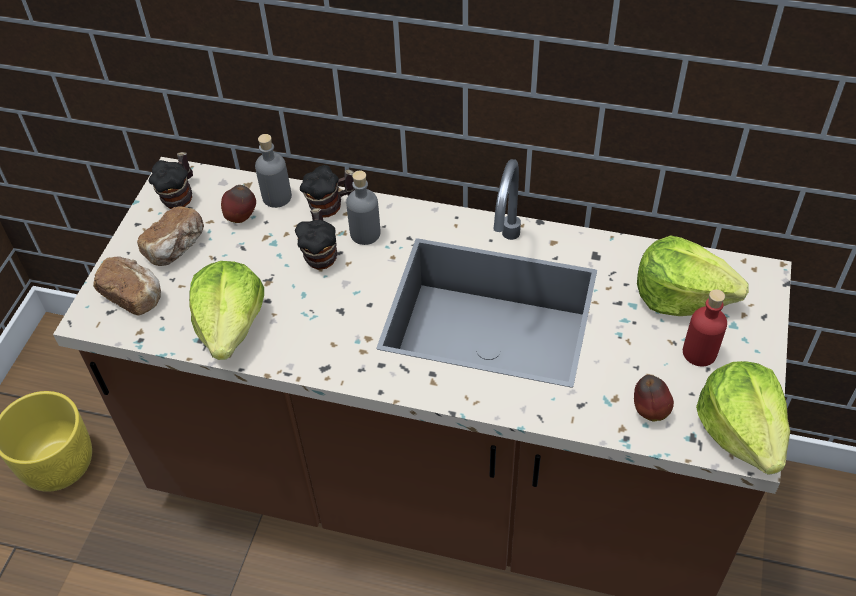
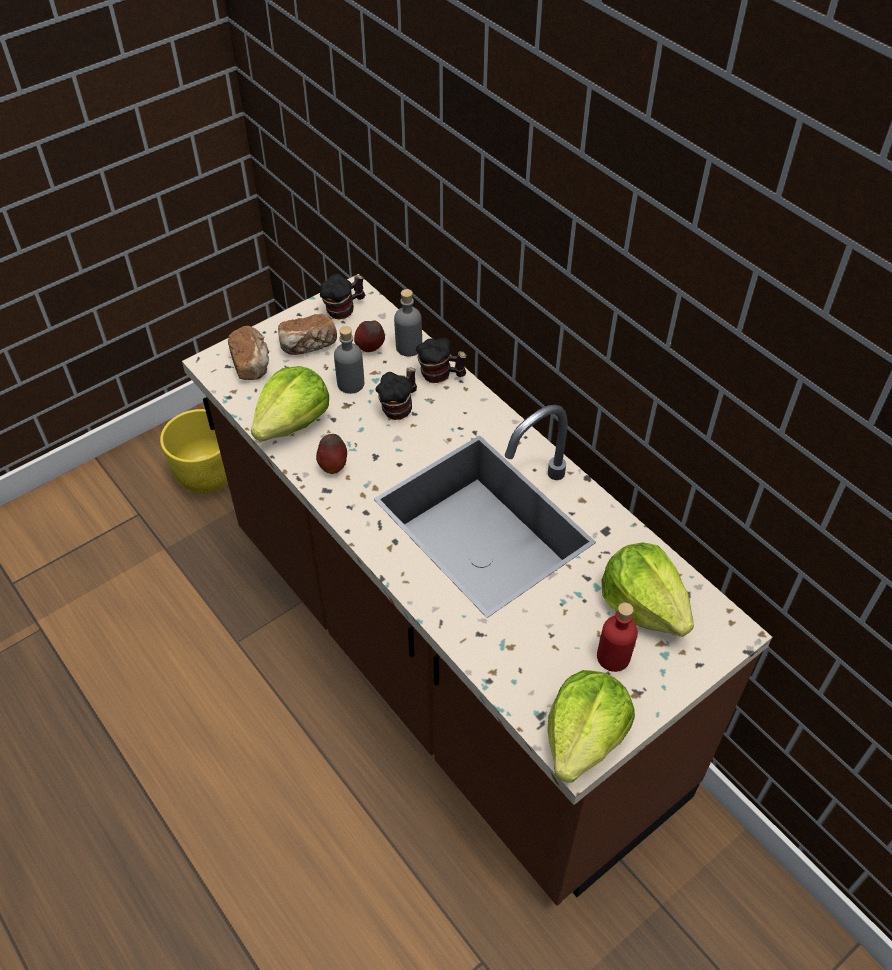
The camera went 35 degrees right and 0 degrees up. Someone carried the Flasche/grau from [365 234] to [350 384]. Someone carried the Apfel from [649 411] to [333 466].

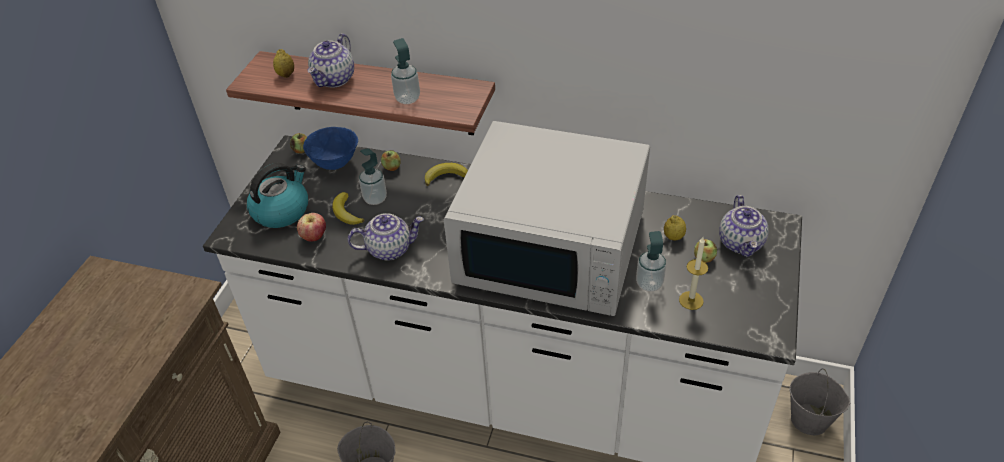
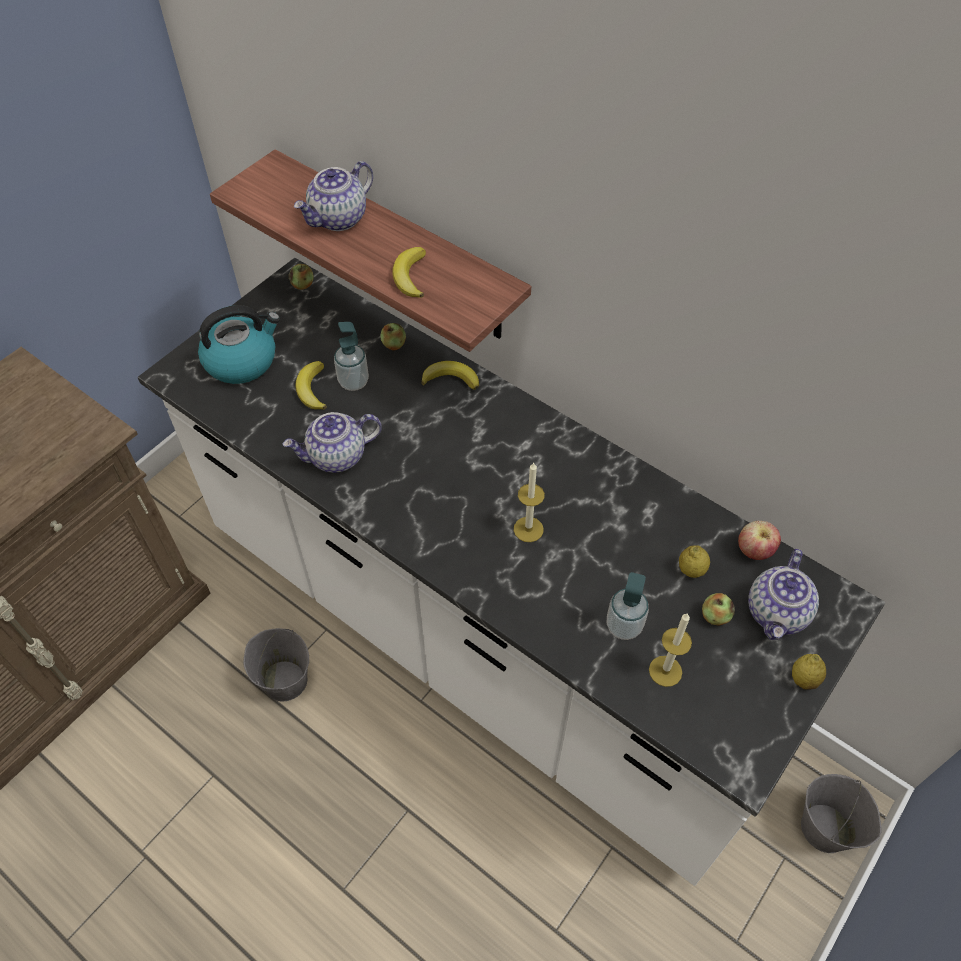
The camera went 20 degrees right and 10 degrees up. Someone carried the Zitrone from [286 75] to [803 679]. Someone carried the Apfel from [314 237] to [754 551]. Someone took away the Schüssel/blau at [335 164]. Someone rotated the Teekanne at [389 249] by 150 degrees clockwise. Someone swapped the Seifenspender at [407 98] for the Banane at [410 276]. Someone swapped the Mikrowelle/weiß at [552 249] for the Kerze at [528 529].

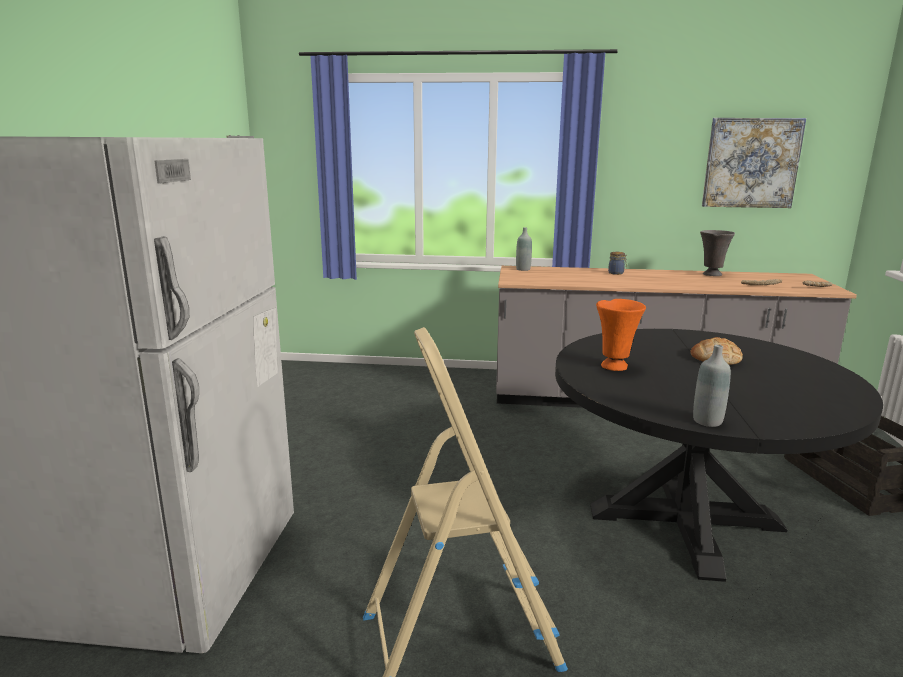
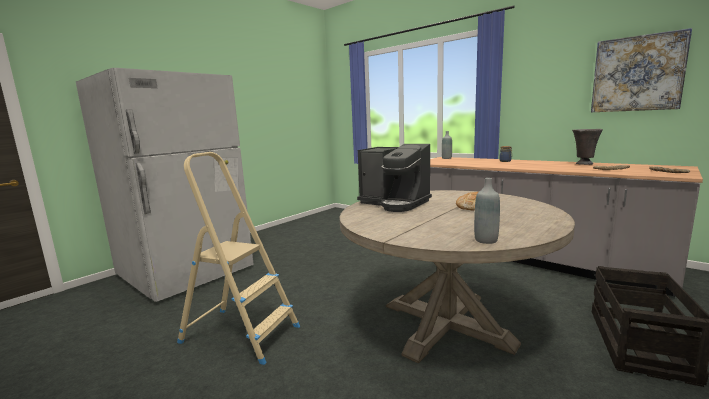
The camera went 35 degrees right and 5 degrees down. Someone repainted the Esstisch/schwarz at [685 518], which became the Esstisch/beige at [446 323]. Someone swapped the Vase/orange at [615 366] for the Kaffeemaschine at [395 203]. Someone carried the Flasche/grau from [707 421] to [486 240].

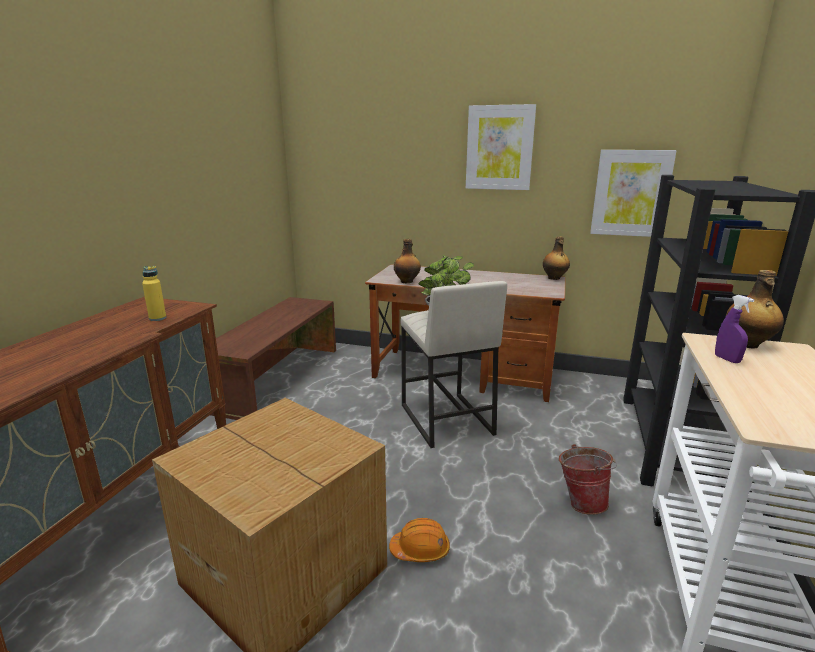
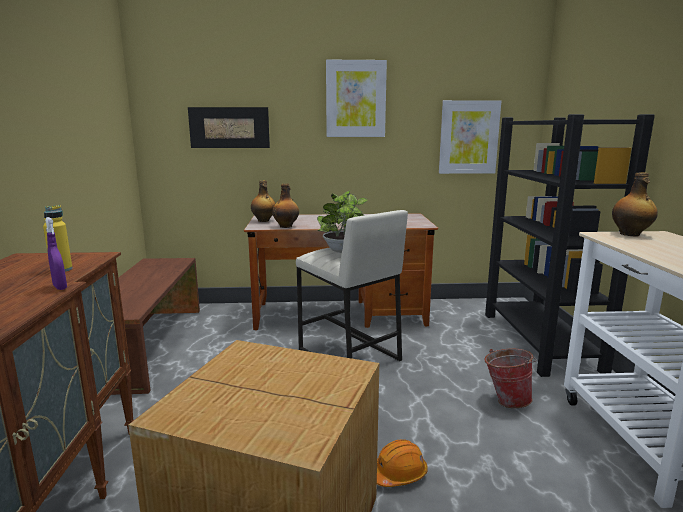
The camera went 20 degrees left and 5 degrees down. Someone carried the Flasche from [554 278] to [263 221]. Someone carried the Sprühflasche/lila from [727 359] to [60 287]. Someone put up the Bild at [229 127].

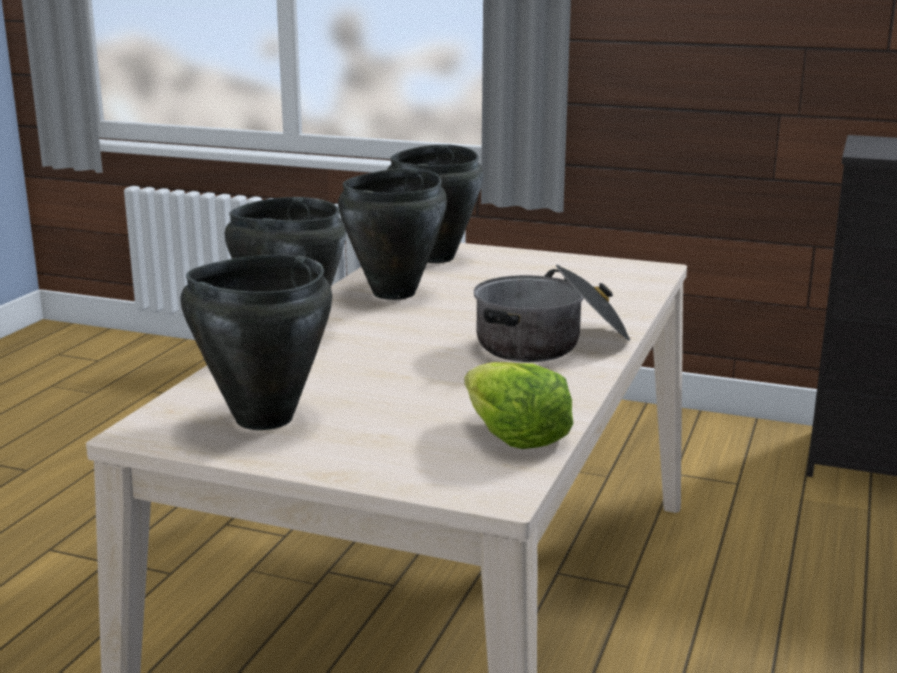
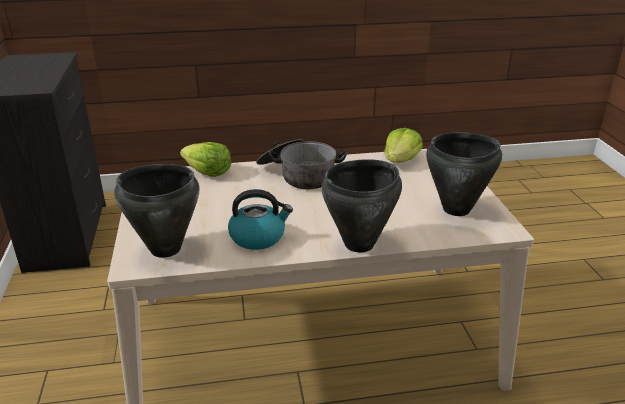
The camera went 120 degrees left and 10 degrees up. Someone swapped the Kochtopf/schwarz at [395 293] for the Wasserkessel at [258 237]. Someone put down the Salatkopf at [208 172].

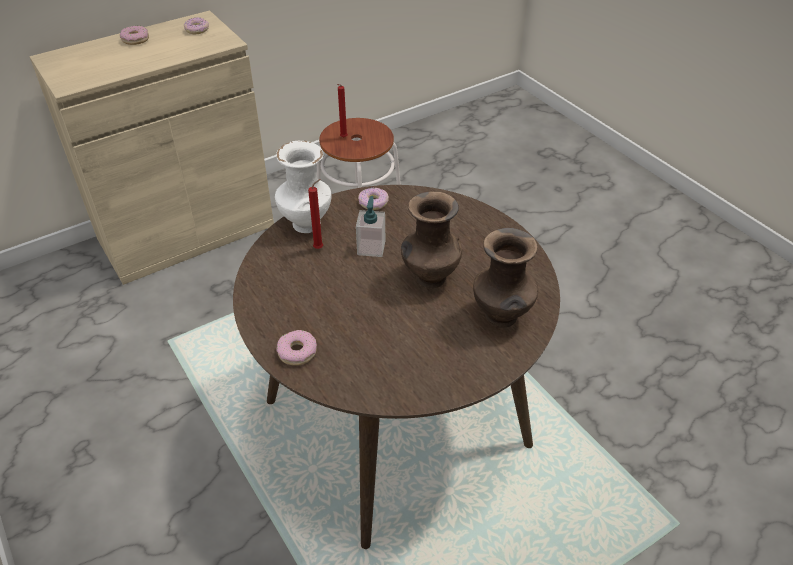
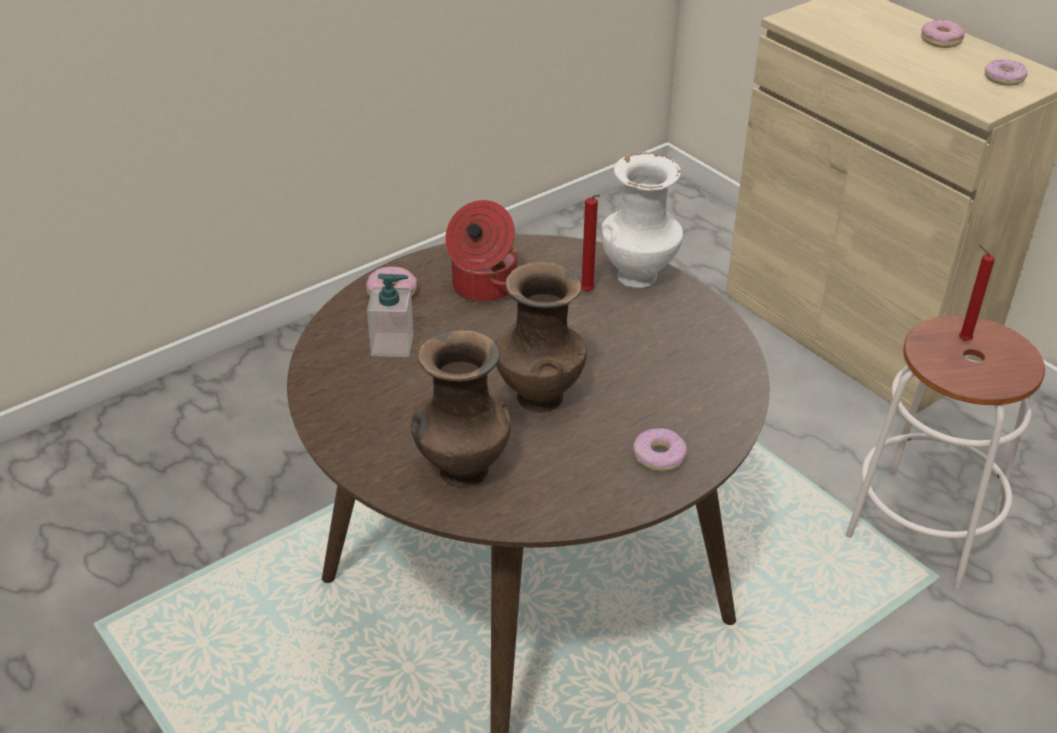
The camera went 85 degrees right and 5 degrees down. Someone carried the Seifenspender from [371 247] to [392 345]. Someone carried the Donut from [373 203] to [658 456]. Someone put down the Kochtopf at [482 286].

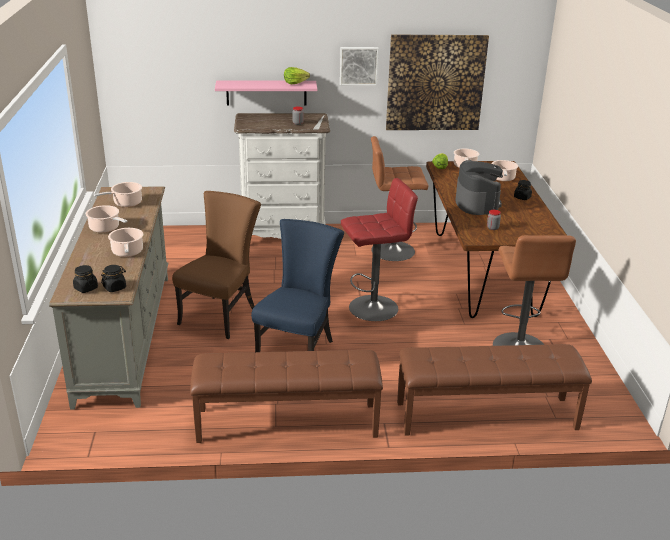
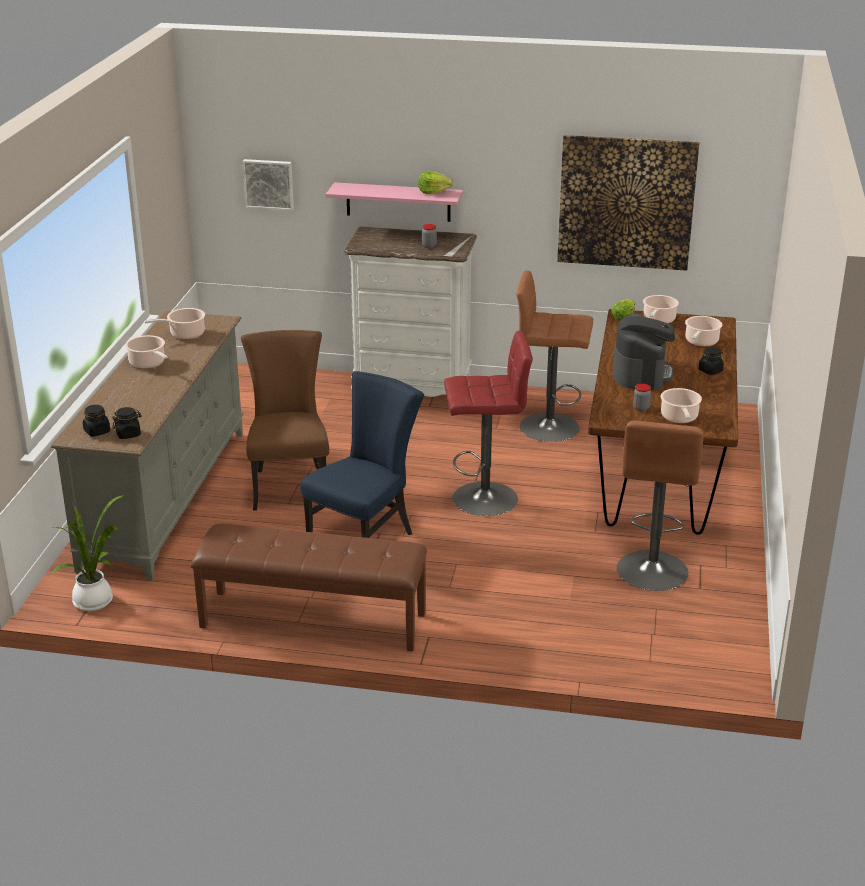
The camera went 15 degrees right and 0 degrees up. Someone carried the Kochtopf from [127 252] to [679 418]. Someone rotated the Stuhl/braun at [221 314] by 45 degrees counterclockwise. Someone carried the Bild from [358 65] to [269 184]. Someone took away the Bank/braun at [486 416]. Someone put down the Topfpflanze at [96 601].

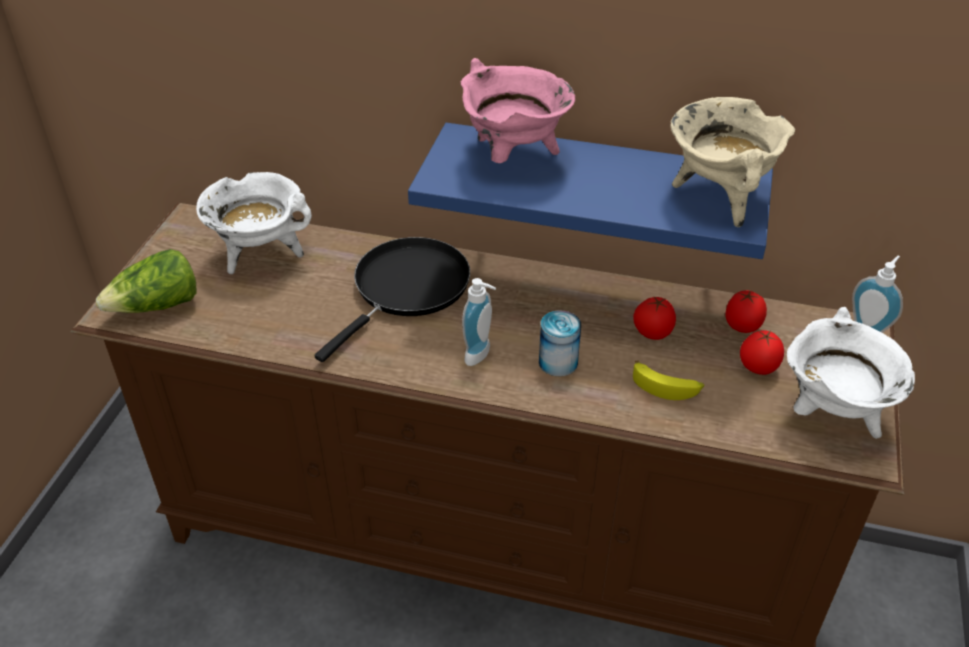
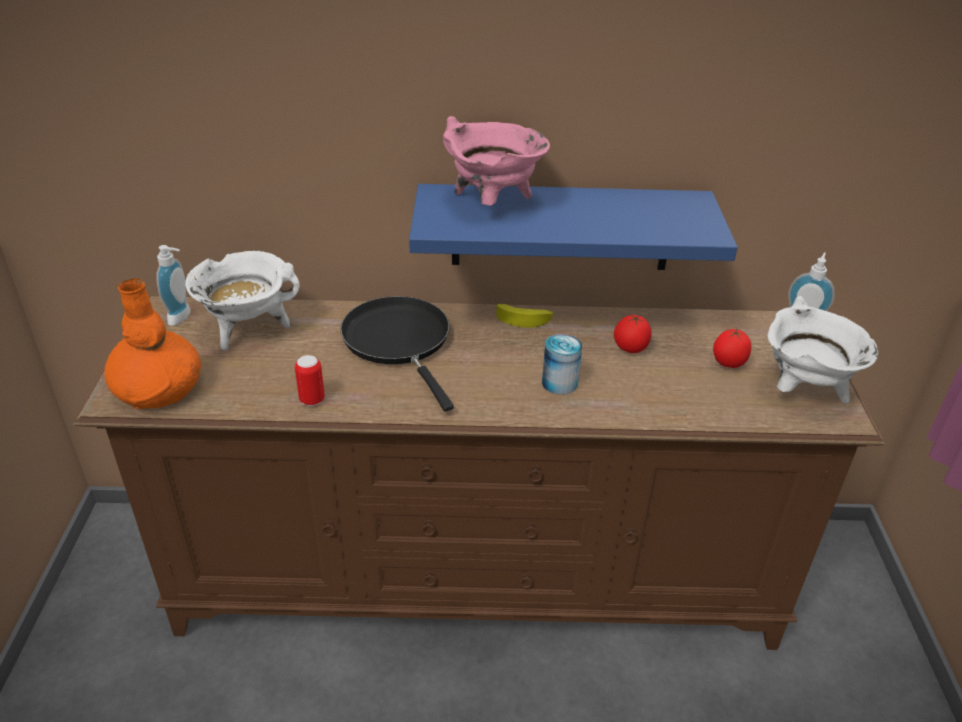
The camera went 15 degrees left and 5 degrees down. Someone swapped the Salatkopf at [157 306] for the Vase/orange at [159 388]. Someone rotated the Pfanne/schwarz at [407 289] by 45 degrees counterclockwise. Someone carried the Seifenspender from [481 355] to [183 317]. Someone carried the Banane from [666 386] to [524 319]. Someone took away the Kochtopf/beige at [719 197]. Someone took away the Tomate at [742 327]. Someone put down the Dose at [312 400].

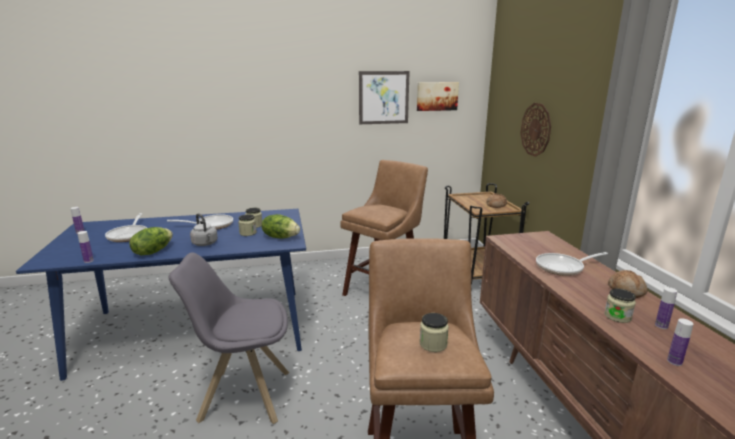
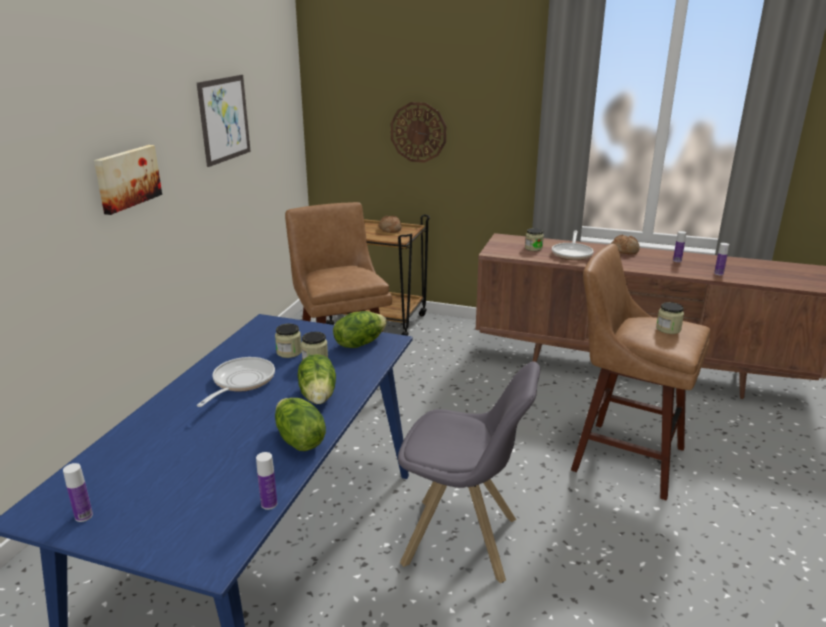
The camera went 60 degrees left and 5 degrees up. Someone took away the Pfanne at [129 235]. Someone rotated the Stuhl/grau at [244 396] by 105 degrees counterclockwise. Someone swapped the Wasserkessel/grau at [205 244] for the Salatkopf at [319 396]. Someone carried the Bild from [437 96] to [127 178]. Someone carried the Vorratsglas from [617 316] to [533 248].

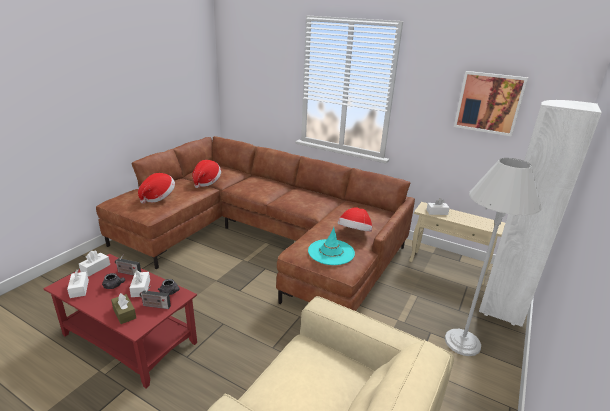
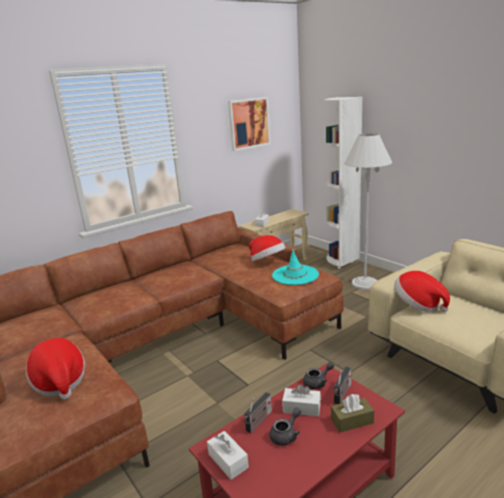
The camera went 65 degrees left and 5 degrees down. Someone took away the Taschentuchbox/weiß at [79 289]. Someone carried the Hut from [206 182] to [418 305].

